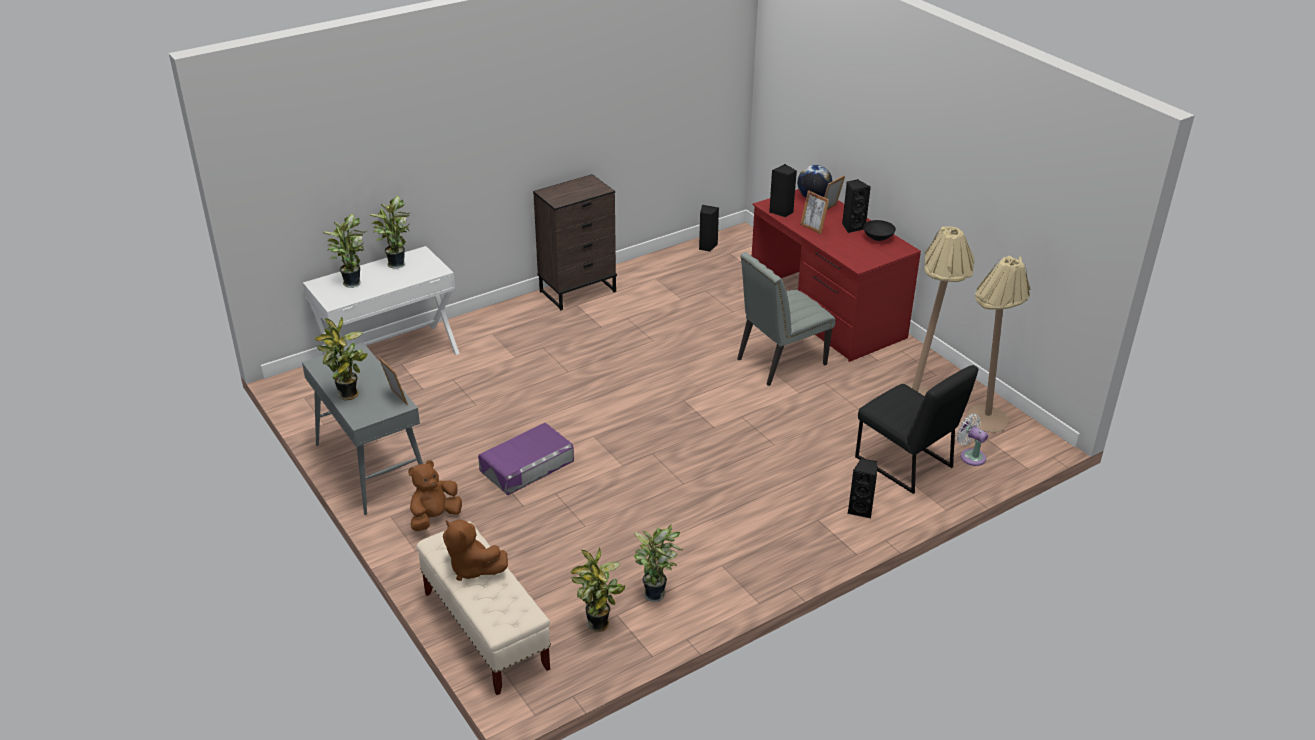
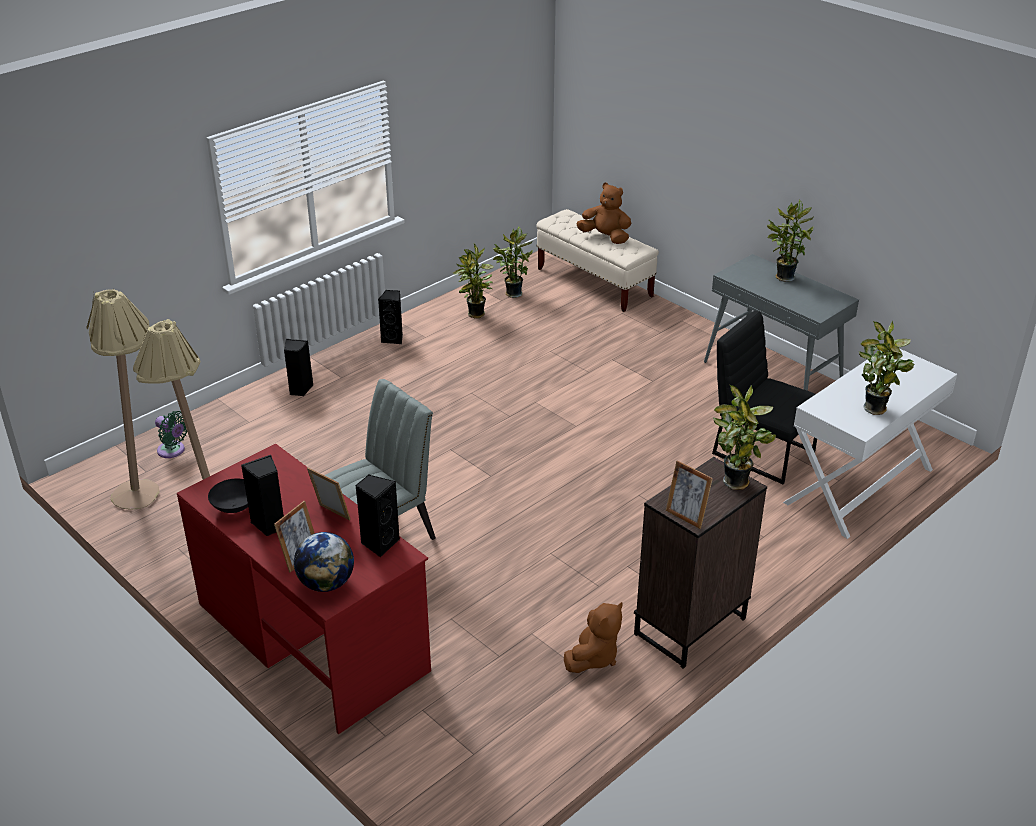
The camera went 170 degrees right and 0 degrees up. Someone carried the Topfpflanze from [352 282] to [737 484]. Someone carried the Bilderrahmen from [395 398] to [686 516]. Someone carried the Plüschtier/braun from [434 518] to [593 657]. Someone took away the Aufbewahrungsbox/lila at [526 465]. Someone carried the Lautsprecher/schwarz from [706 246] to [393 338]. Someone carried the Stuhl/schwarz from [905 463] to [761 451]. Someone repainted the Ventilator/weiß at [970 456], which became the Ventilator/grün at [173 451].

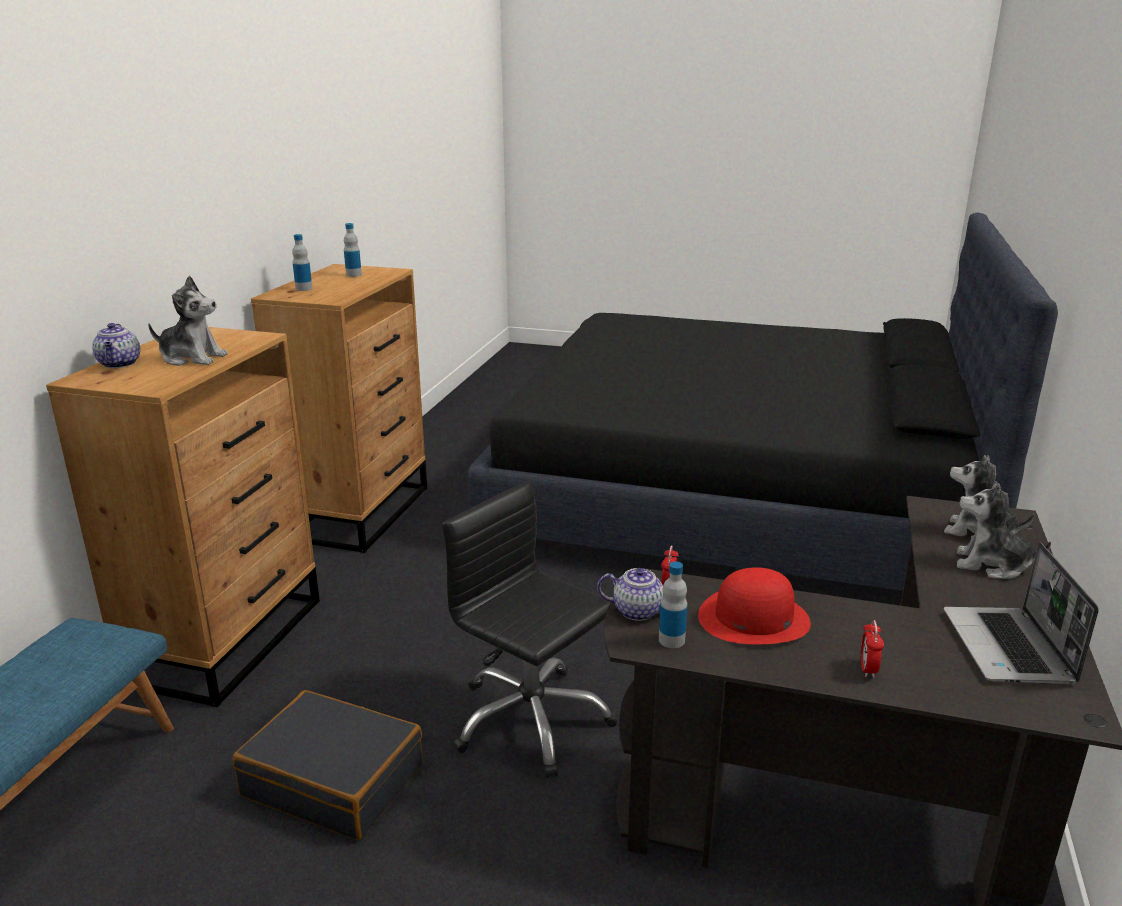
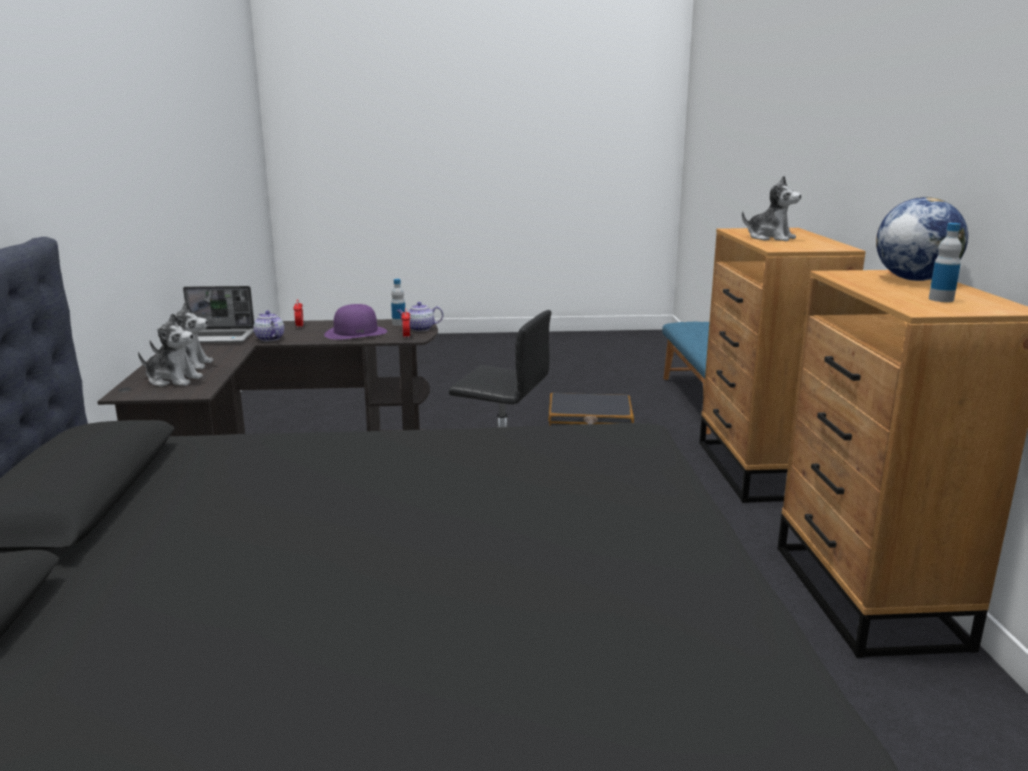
The camera went 160 degrees right and 5 degrees down. Someone carried the Teekanne from [120 364] to [269 338]. Someone rotated the Plüschtier at [192 358] by 135 degrees counterclockwise. Someone swapped the Flasche at [304 289] for the Globus at [914 279]. Someone repainted the Hut/rot at [753 618], which became the Hut/lila at [356 333]. Someone rotated the Laptop at [1009 648] by 105 degrees clockwise.

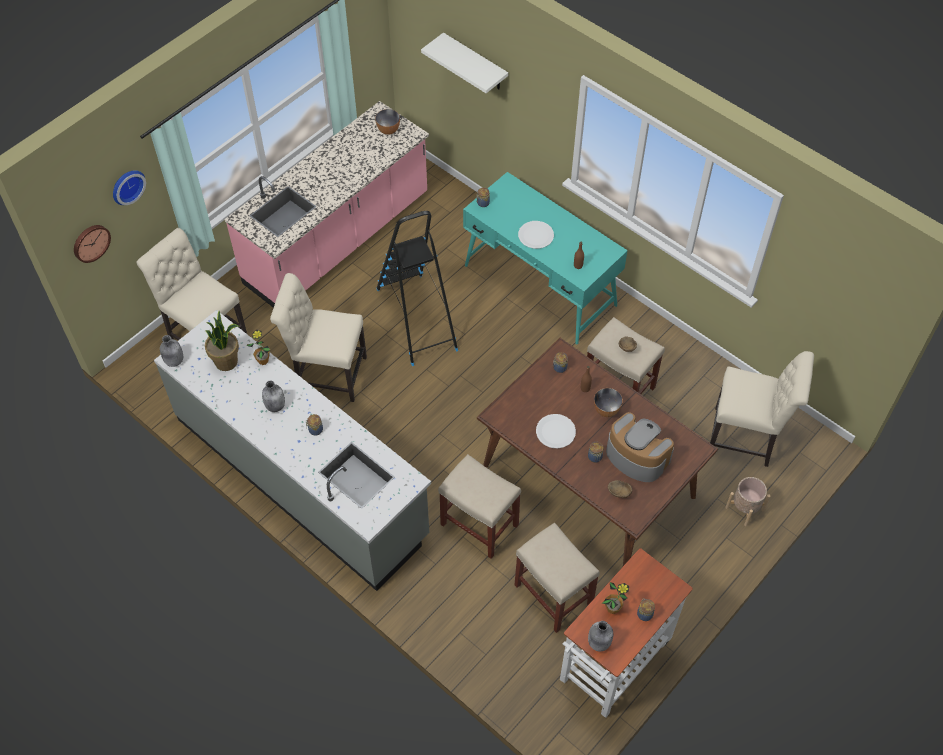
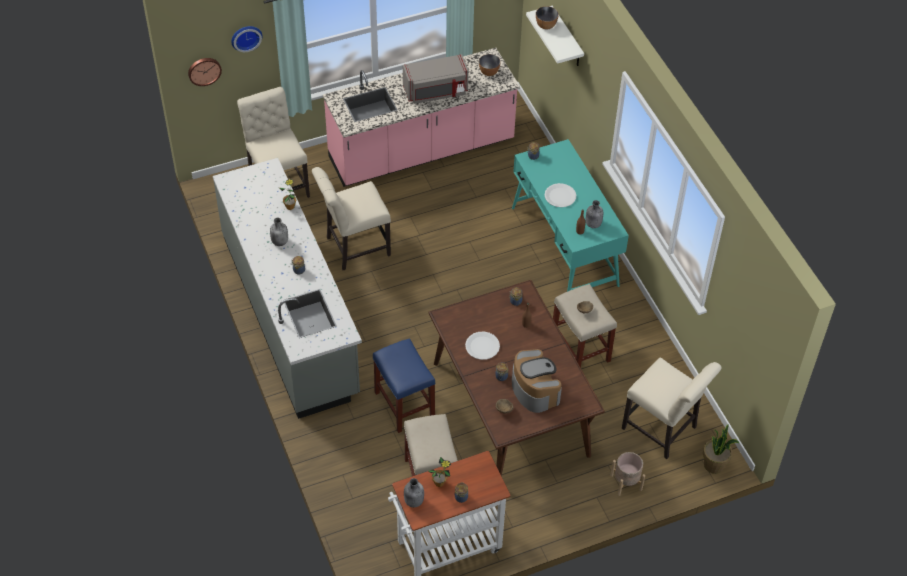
The camera went 25 degrees right and 5 degrees down. Someone carried the Flasche/grau from [174 361] to [592 224]. Someone carried the Topfpflanze from [227 362] to [714 465]. Someone rotated the Stuhl/beige at [326 373] by 60 degrees counterclockwise. Someone took away the Trittleiter/schwarz at [416 318]. Someone repainted the Hocker/beige at [478 524], which became the Hocker/blau at [404 404]. Someone carried the Schüssel from [606 410] to [545 25]. Someone put down the Mikrowelle/grau at [436 92].

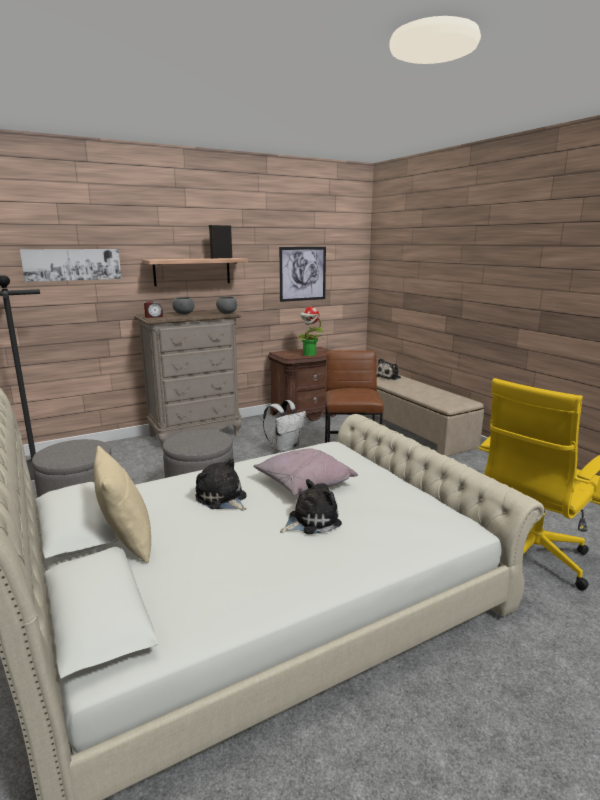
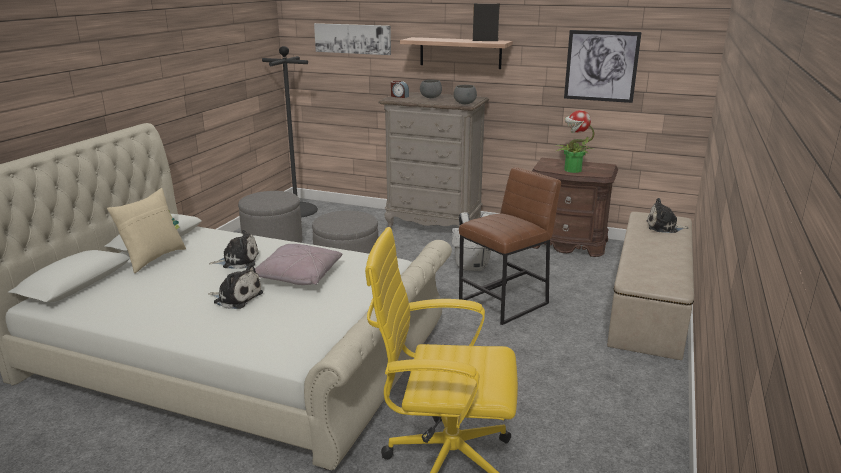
The camera went 50 degrees right and 5 degrees up. Someone rotated the Plüschtier at [222 499] by 75 degrees clockwise.

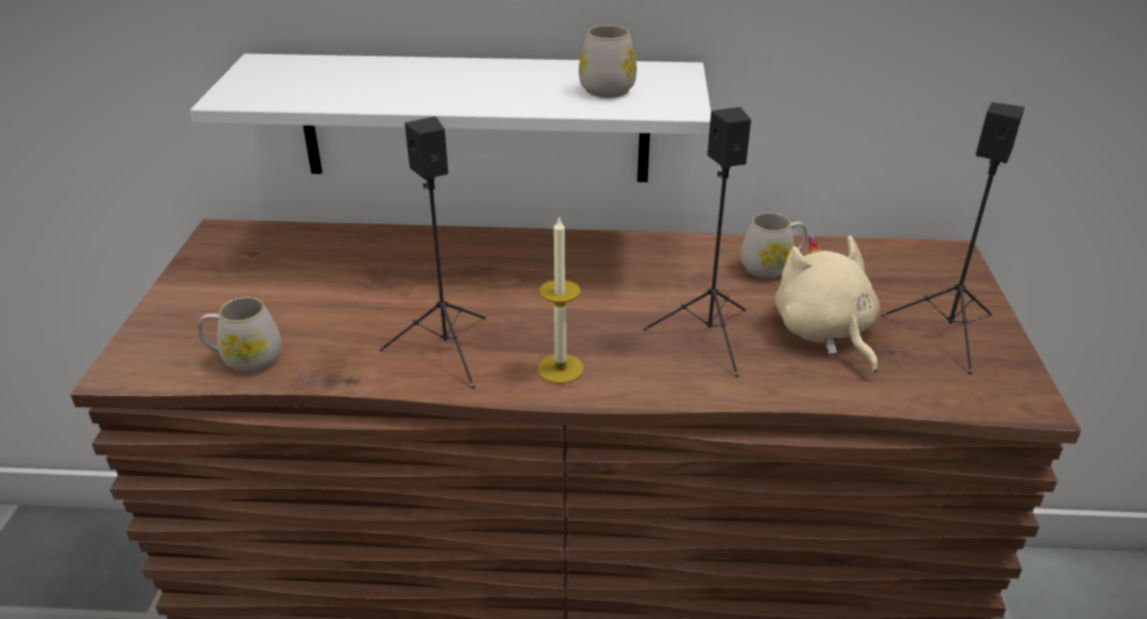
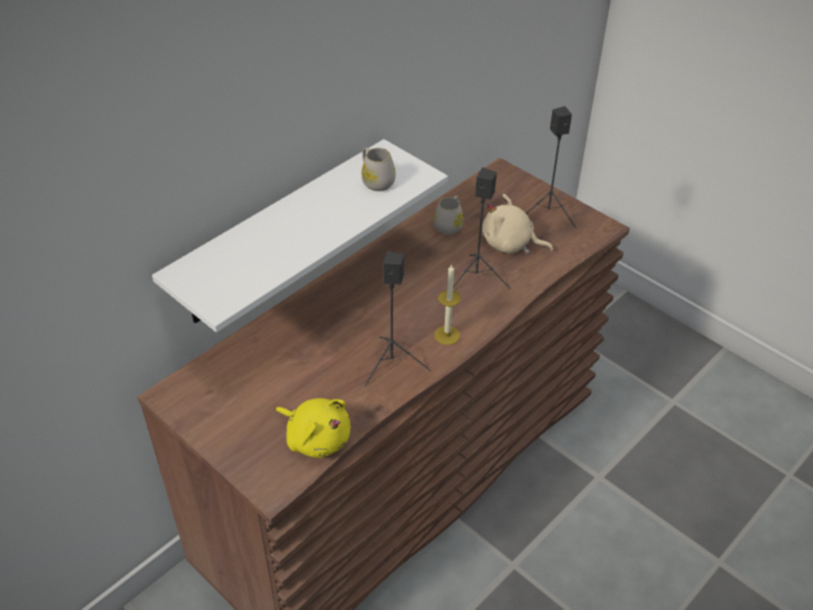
The camera went 50 degrees left and 10 degrees up. Someone swapped the Henkelbecher/weiß at [245 359] for the Plüschtier/gelb at [316 438].

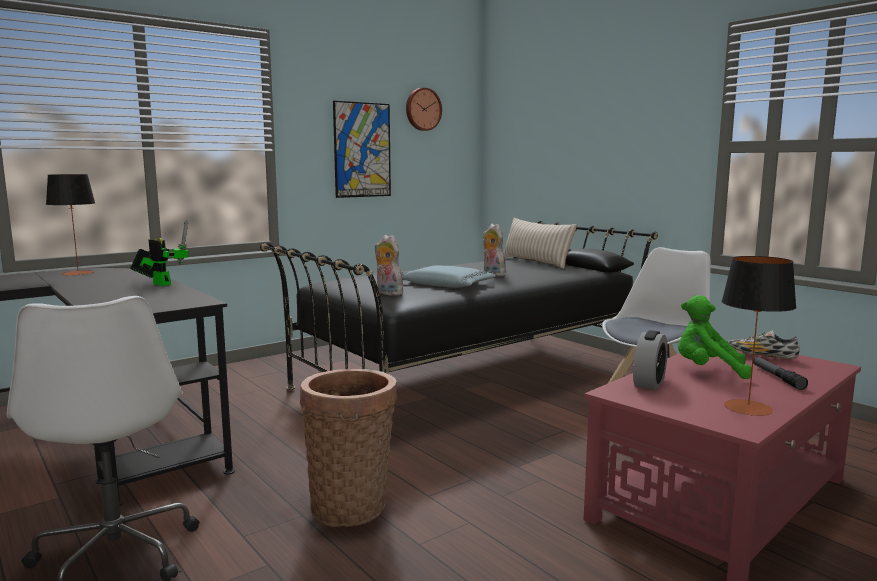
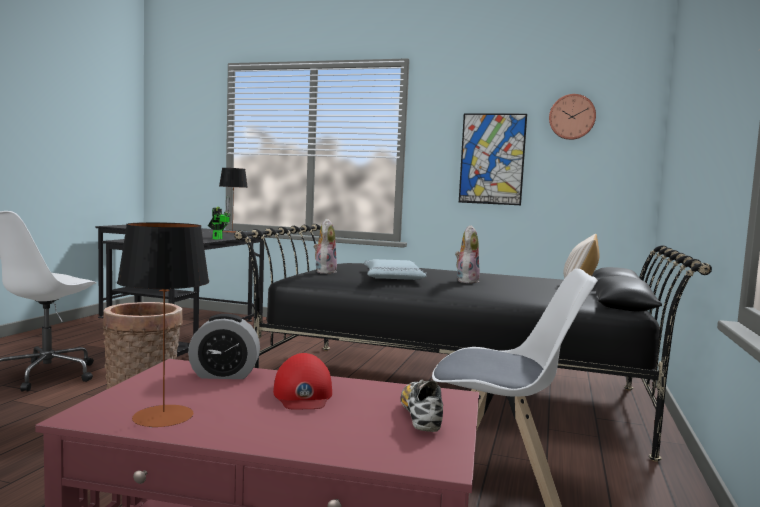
The camera went 55 degrees right and 5 degrees down. Someone swapped the Plüschtier/grün at [707 371] for the Kappe/rot at [303 394]. Someone took away the Taschenlampe at [777 377].

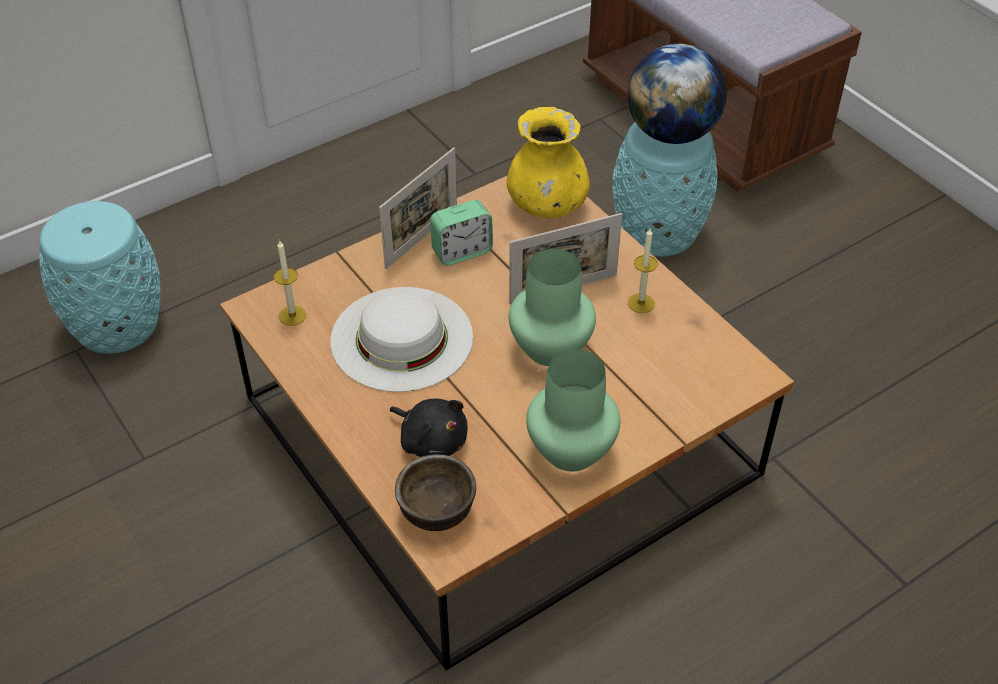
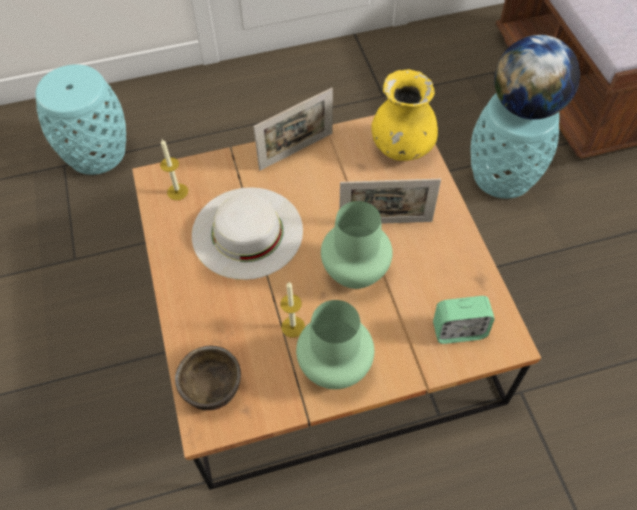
The camera went 20 degrees right and 10 degrees up. Someone took away the Plüschtier/schwarz at [431 440]. Someone carried the Wecker from [462 251] to [459 331]. Someone carried the Kerze from [641 303] to [293 326].

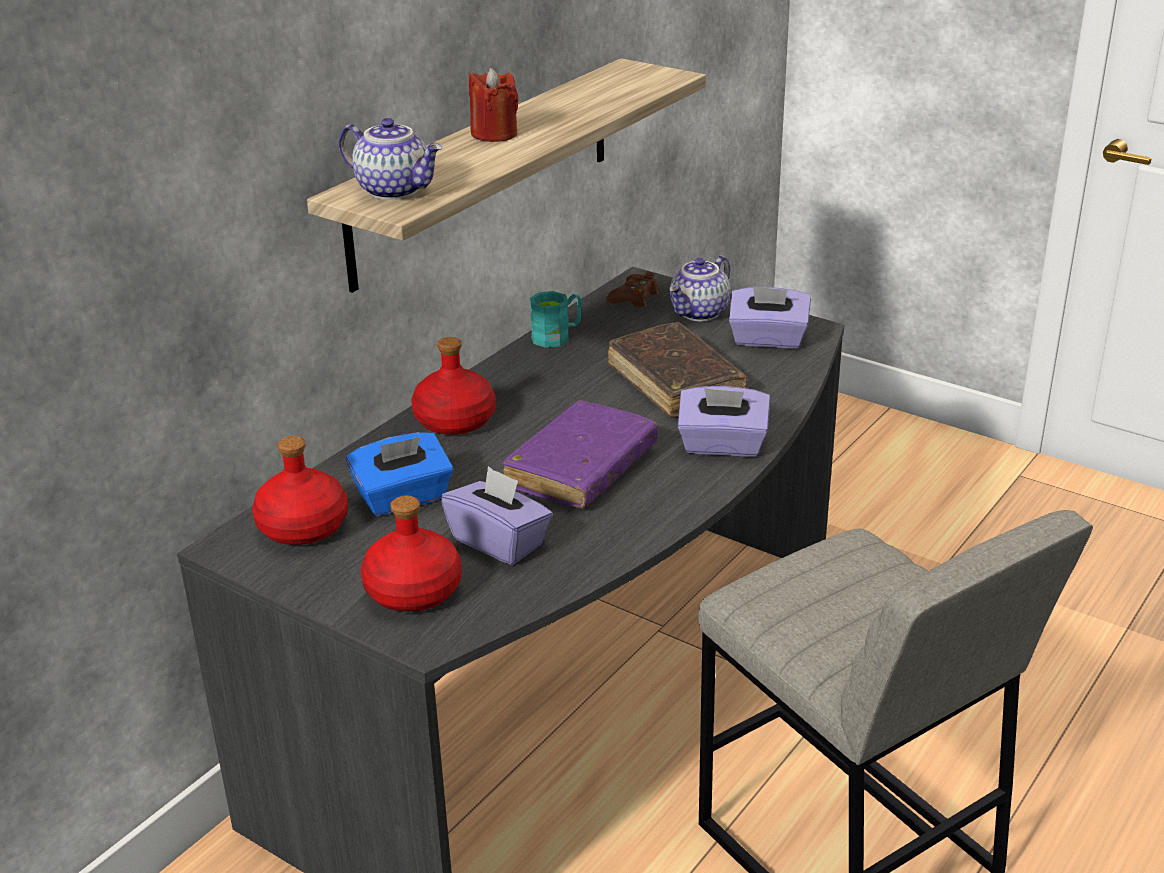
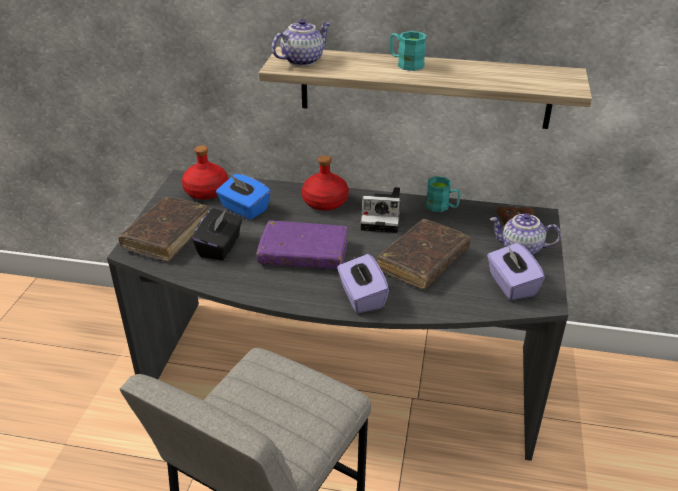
The camera went 65 degrees right and 5 degrees up. Someone rotated the Teekanne at [395 190] by 135 degrees counterclockwise. Someone swapped the Flasche/rot at [413 592] for the Buch/braun at [167 235]. Someone repainted the Taschentuchbox/lila at [499 541], which became the Taschentuchbox/schwarz at [220 247]. Someone swapped the Kerze/rot at [494 134] for the Henkelbecher/türkis at [405 64]. Someone put down the Kamera at [383 218].

